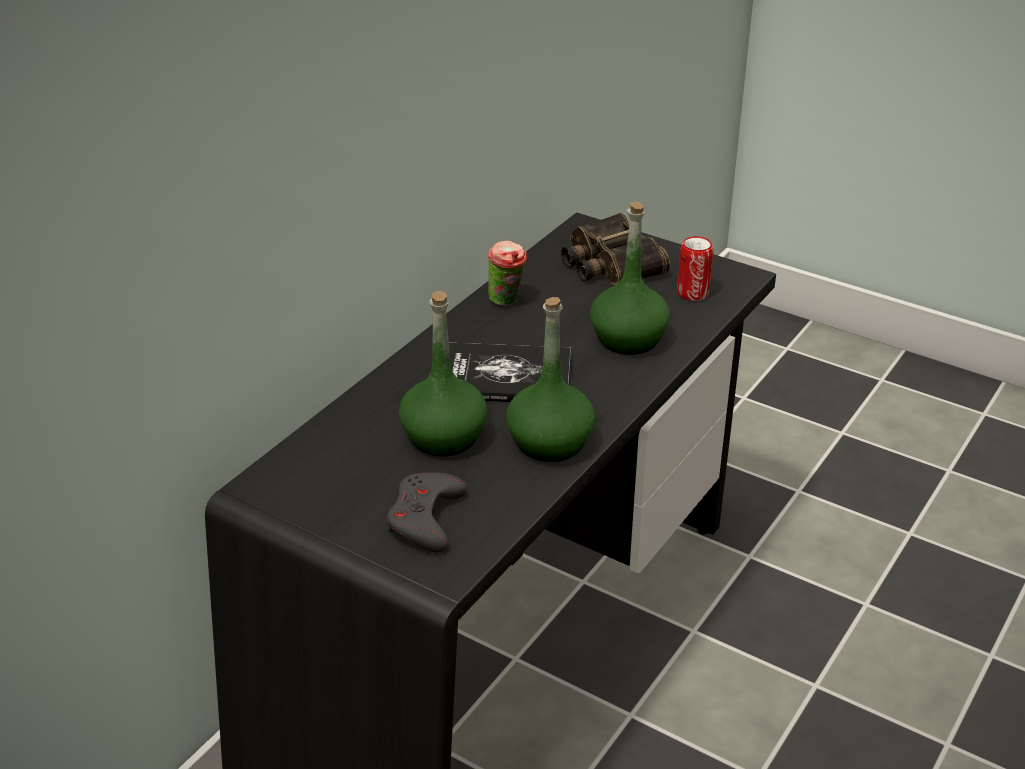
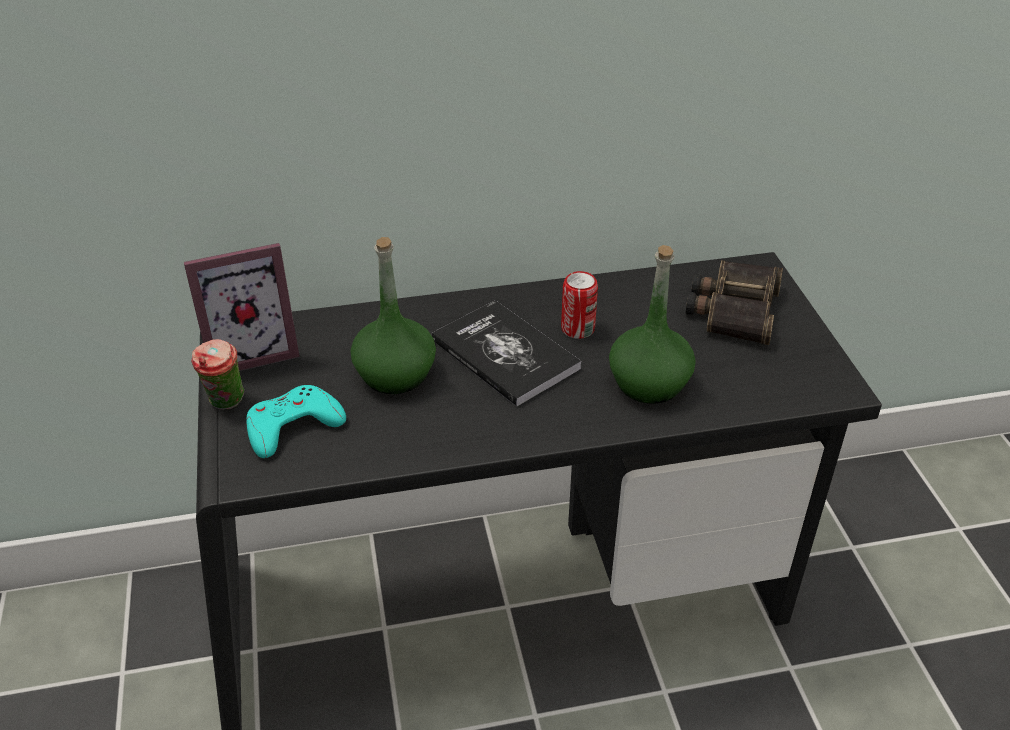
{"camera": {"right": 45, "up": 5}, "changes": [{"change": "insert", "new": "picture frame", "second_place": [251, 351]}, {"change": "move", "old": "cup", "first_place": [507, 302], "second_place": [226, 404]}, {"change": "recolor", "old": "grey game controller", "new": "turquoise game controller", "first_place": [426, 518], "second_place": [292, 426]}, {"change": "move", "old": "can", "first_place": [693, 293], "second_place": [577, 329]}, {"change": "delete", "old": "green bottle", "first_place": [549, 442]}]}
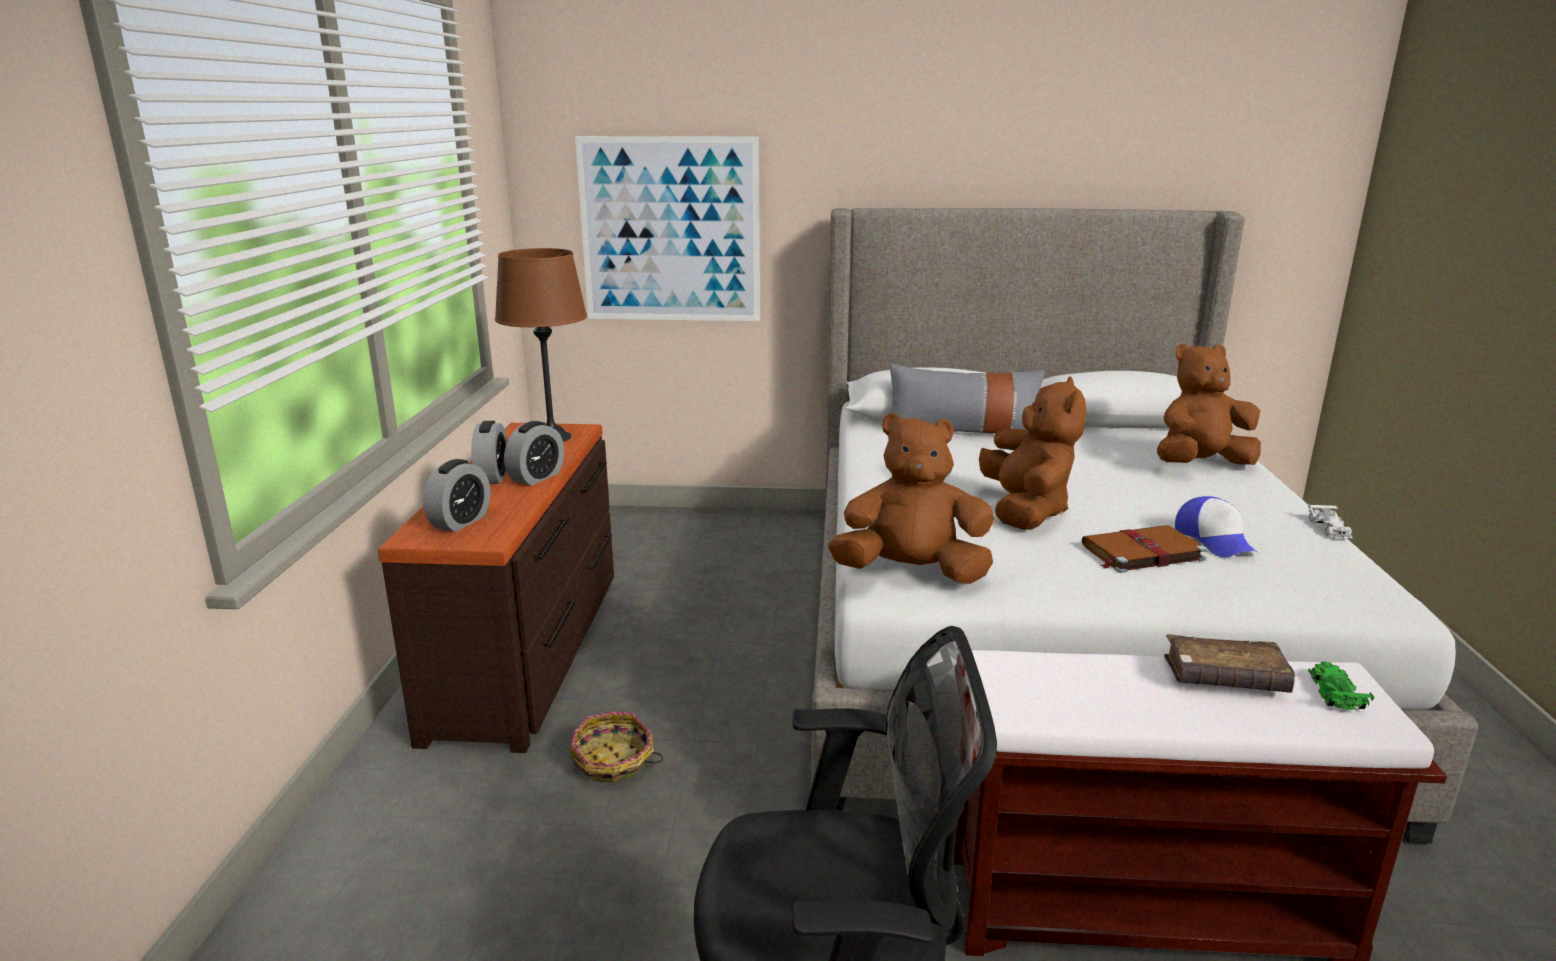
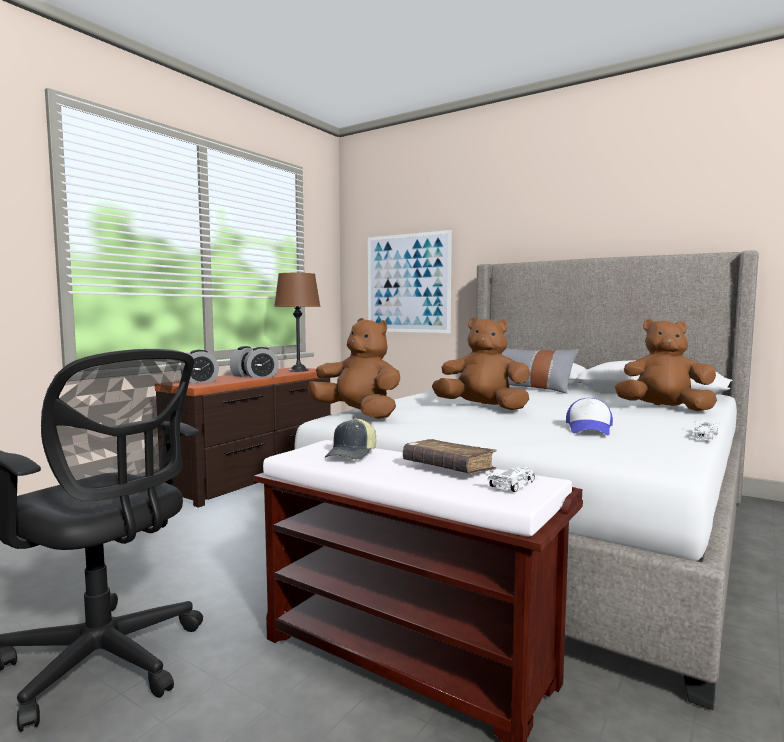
{"camera": {"right": 30, "up": -15}, "changes": [{"change": "insert", "new": "cap", "second_place": [352, 454]}, {"change": "rotate", "old": "brown plush toy", "first_place": [1025, 511], "second_place": [483, 408], "degrees": -105}, {"change": "recolor", "old": "green toy car", "new": "white toy car", "first_place": [1335, 692], "second_place": [513, 484]}, {"change": "delete", "old": "basket", "first_place": [614, 762]}, {"change": "delete", "old": "brown book", "first_place": [1140, 552]}]}
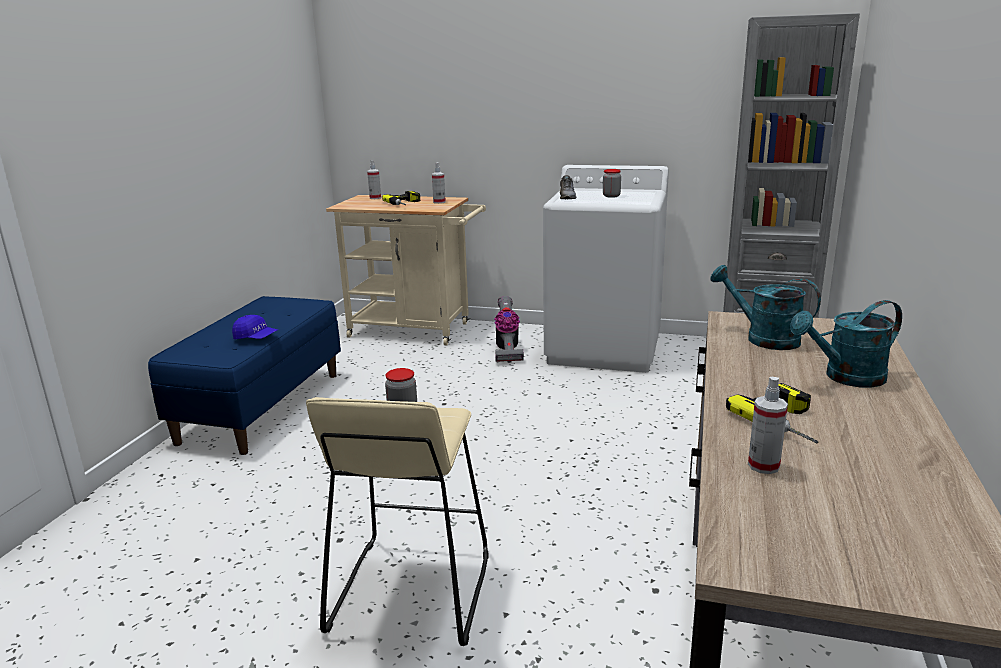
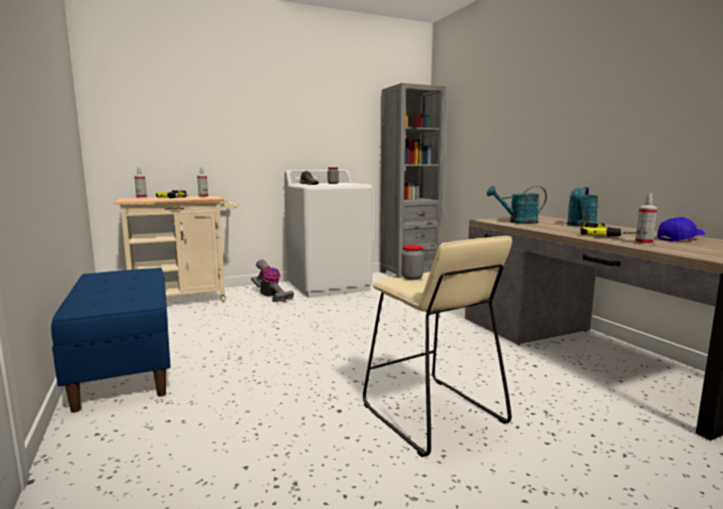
{"camera": {"right": -40, "up": -10}, "changes": [{"change": "move", "old": "blue cap", "first_place": [256, 338], "second_place": [680, 239]}]}
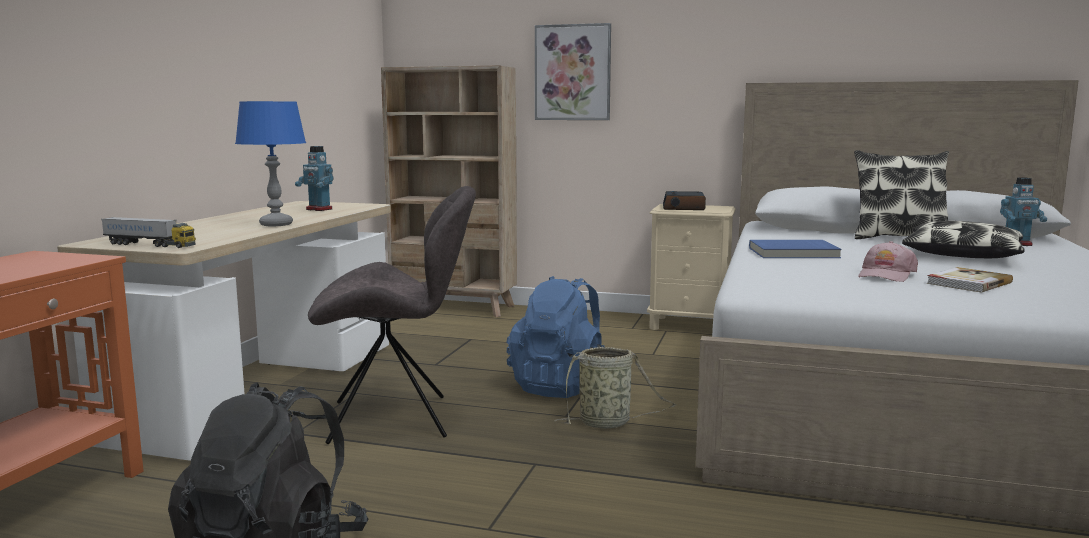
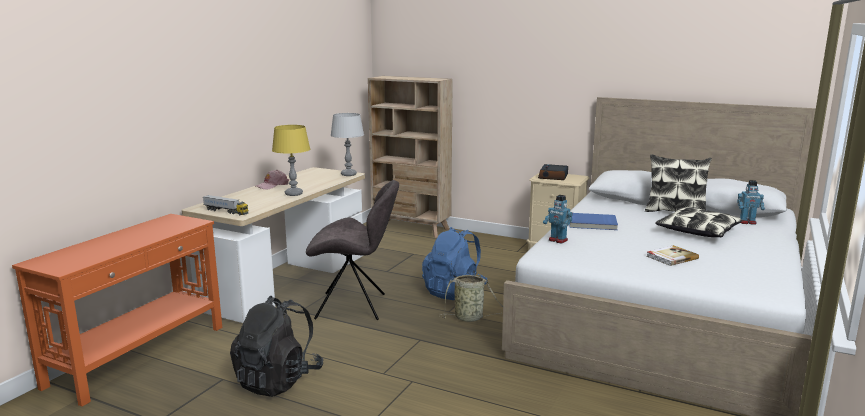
{"camera": {"right": 10, "up": 5}, "changes": [{"change": "move", "old": "pink cap", "first_place": [886, 275], "second_place": [272, 185]}, {"change": "recolor", "old": "blue table lamp", "new": "yellow table lamp", "first_place": [276, 224], "second_place": [294, 194]}, {"change": "insert", "new": "grey table lamp", "second_place": [349, 174]}, {"change": "move", "old": "toy robot", "first_place": [318, 209], "second_place": [557, 240]}, {"change": "delete", "old": "picture", "first_place": [573, 72]}]}
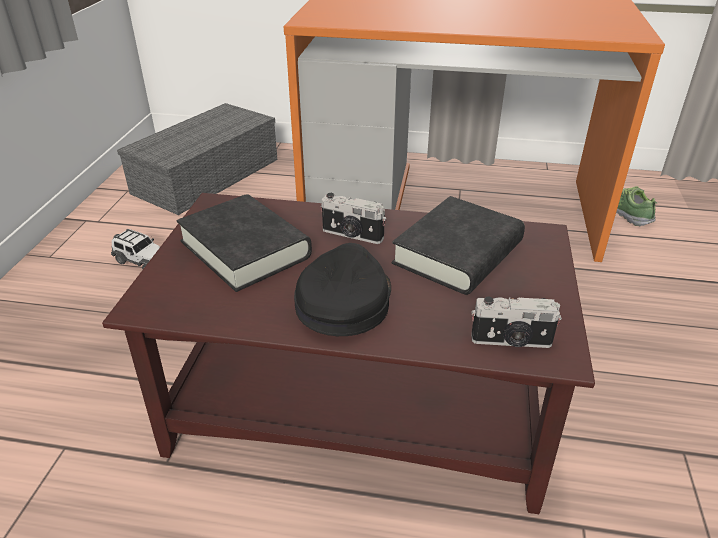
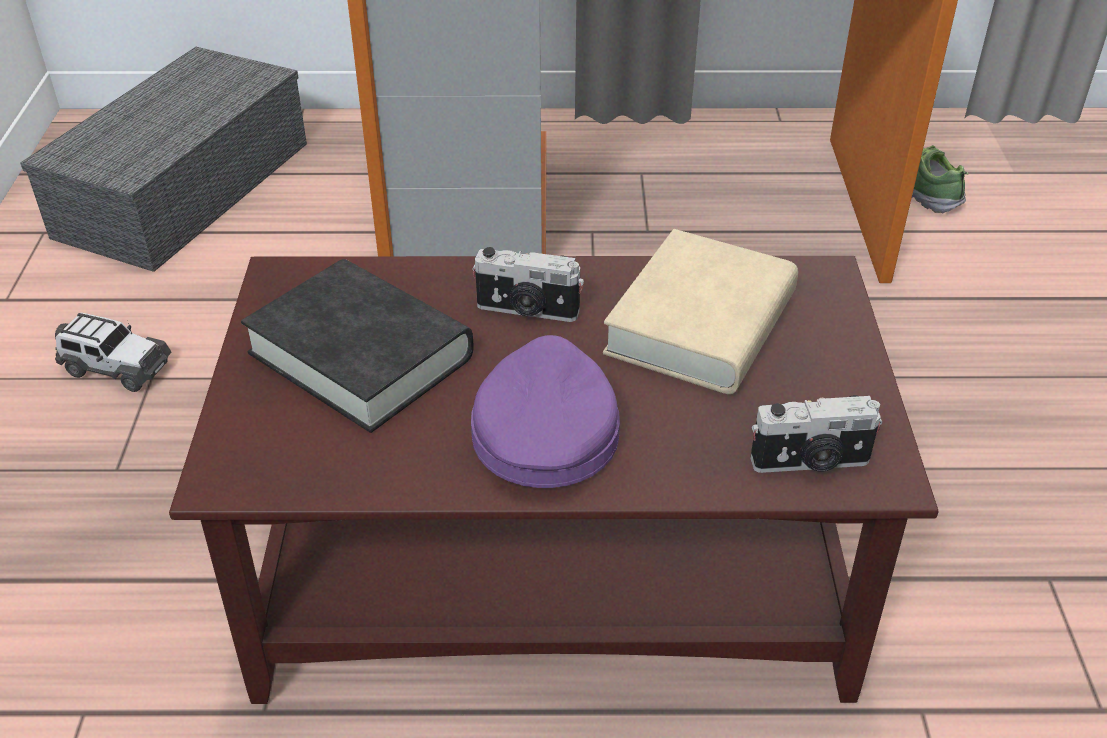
{"camera": {"right": -10, "up": 5}, "changes": [{"change": "recolor", "old": "black cap", "new": "purple cap", "first_place": [343, 300], "second_place": [545, 426]}, {"change": "recolor", "old": "black book", "new": "beige book", "first_place": [458, 253], "second_place": [701, 324]}]}
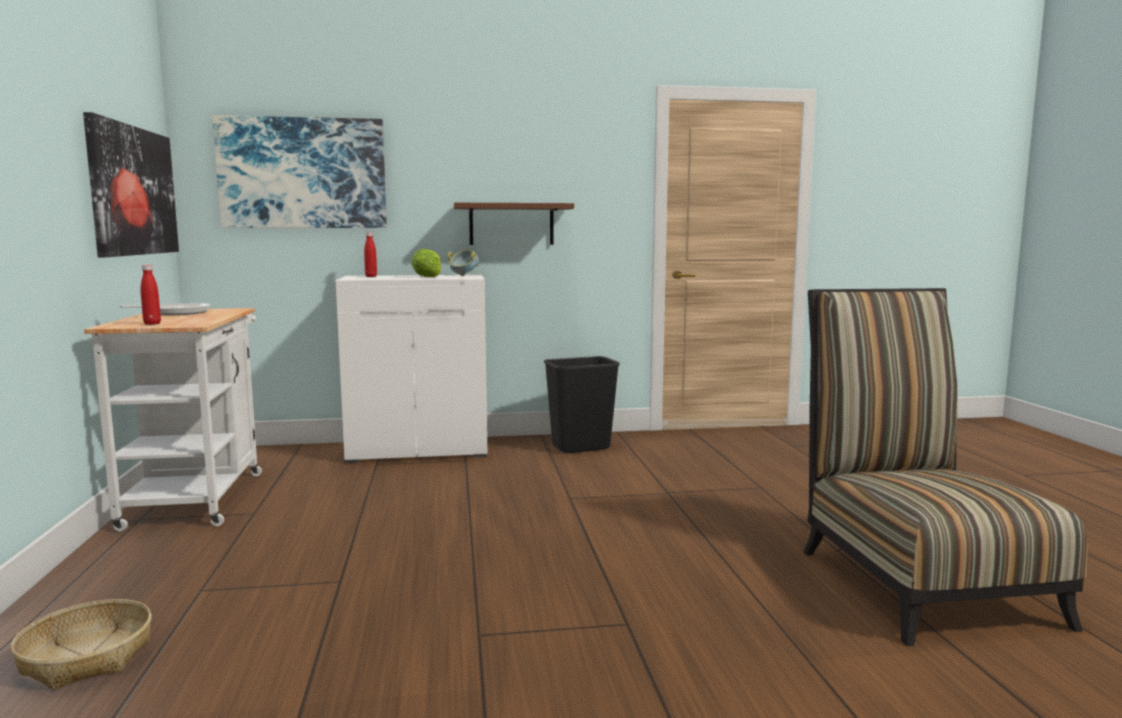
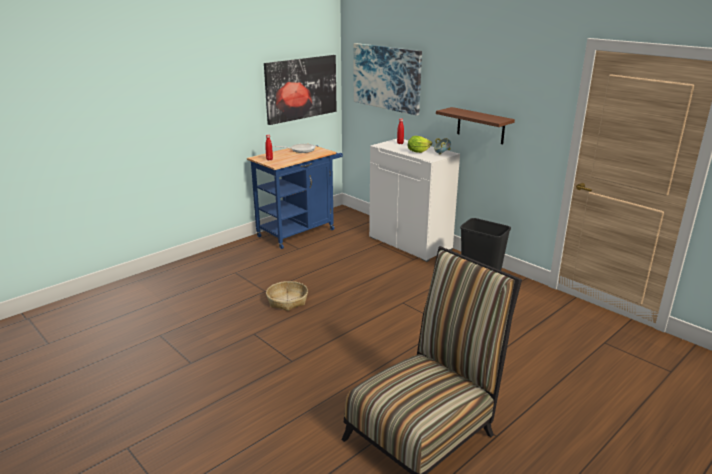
{"camera": {"right": 55, "up": 15}, "changes": [{"change": "recolor", "old": "white cart", "new": "blue cart", "first_place": [197, 496], "second_place": [299, 231]}, {"change": "move", "old": "basket", "first_place": [87, 657], "second_place": [287, 301]}]}
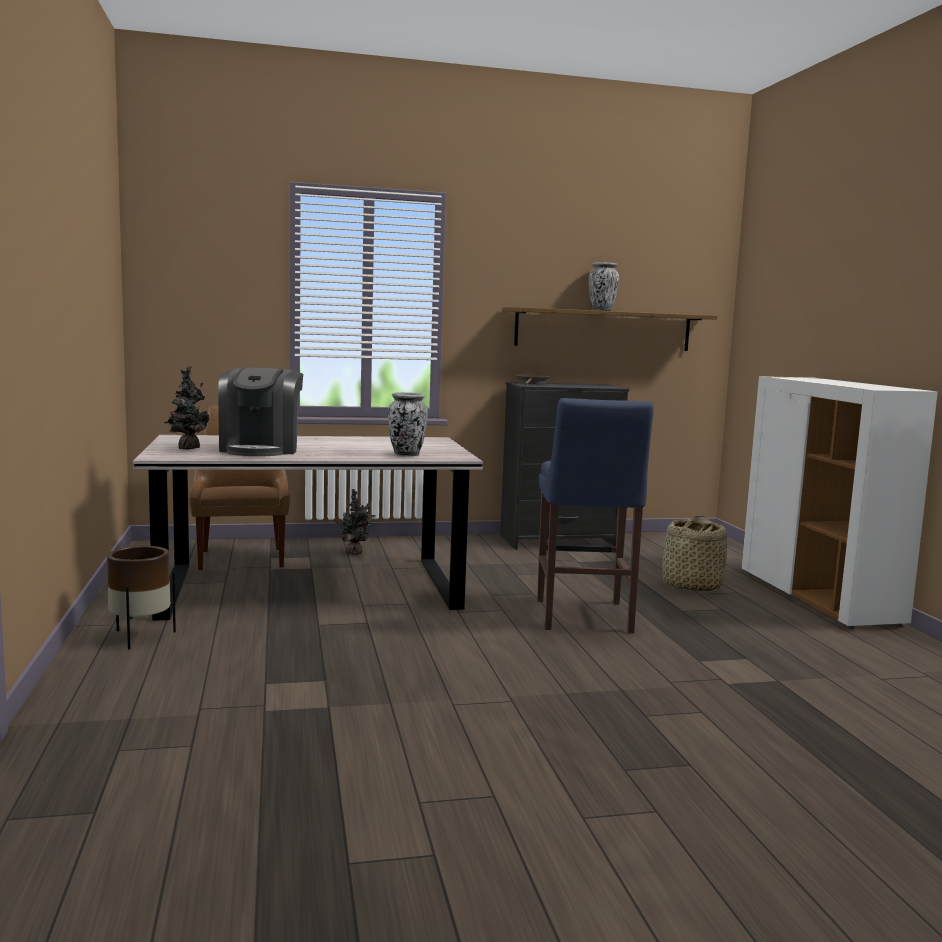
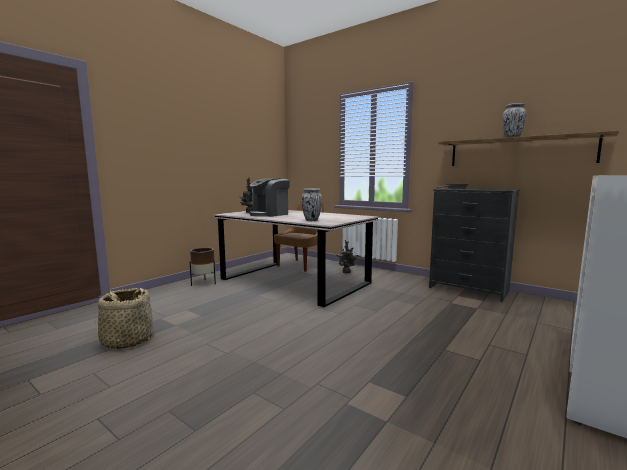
{"camera": {"right": 50, "up": 0}, "changes": [{"change": "move", "old": "basket", "first_place": [690, 586], "second_place": [127, 341]}, {"change": "delete", "old": "blue stool", "first_place": [583, 618]}]}
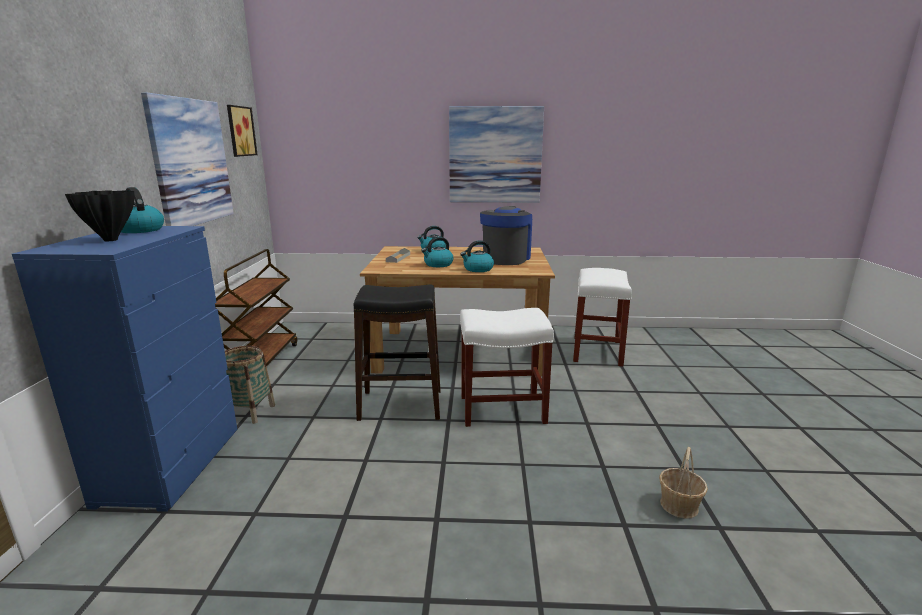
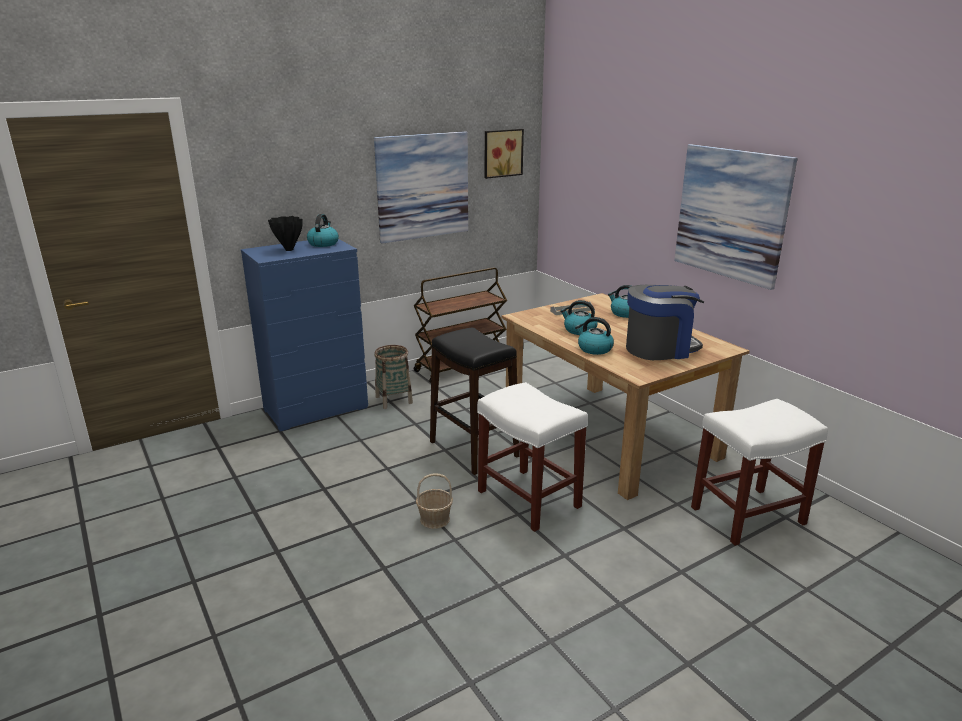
{"camera": {"right": 55, "up": 5}, "changes": [{"change": "move", "old": "basket", "first_place": [678, 505], "second_place": [434, 519]}]}
